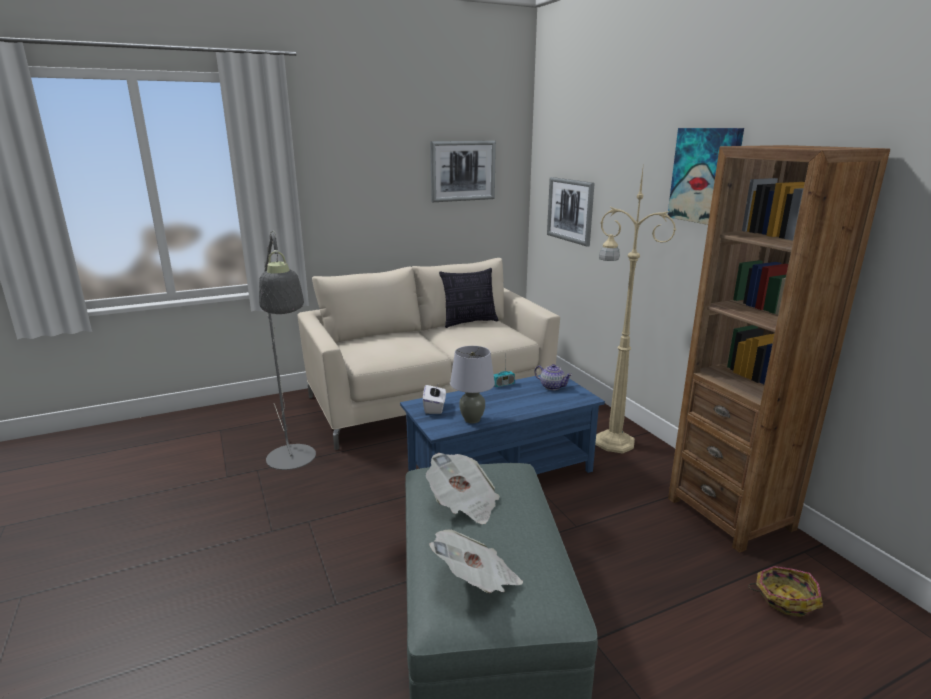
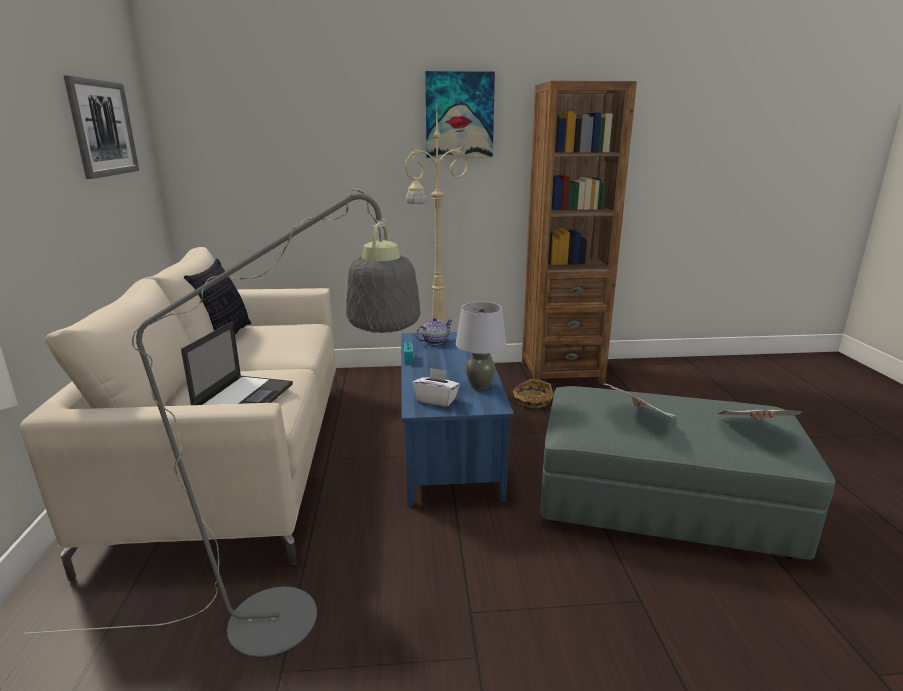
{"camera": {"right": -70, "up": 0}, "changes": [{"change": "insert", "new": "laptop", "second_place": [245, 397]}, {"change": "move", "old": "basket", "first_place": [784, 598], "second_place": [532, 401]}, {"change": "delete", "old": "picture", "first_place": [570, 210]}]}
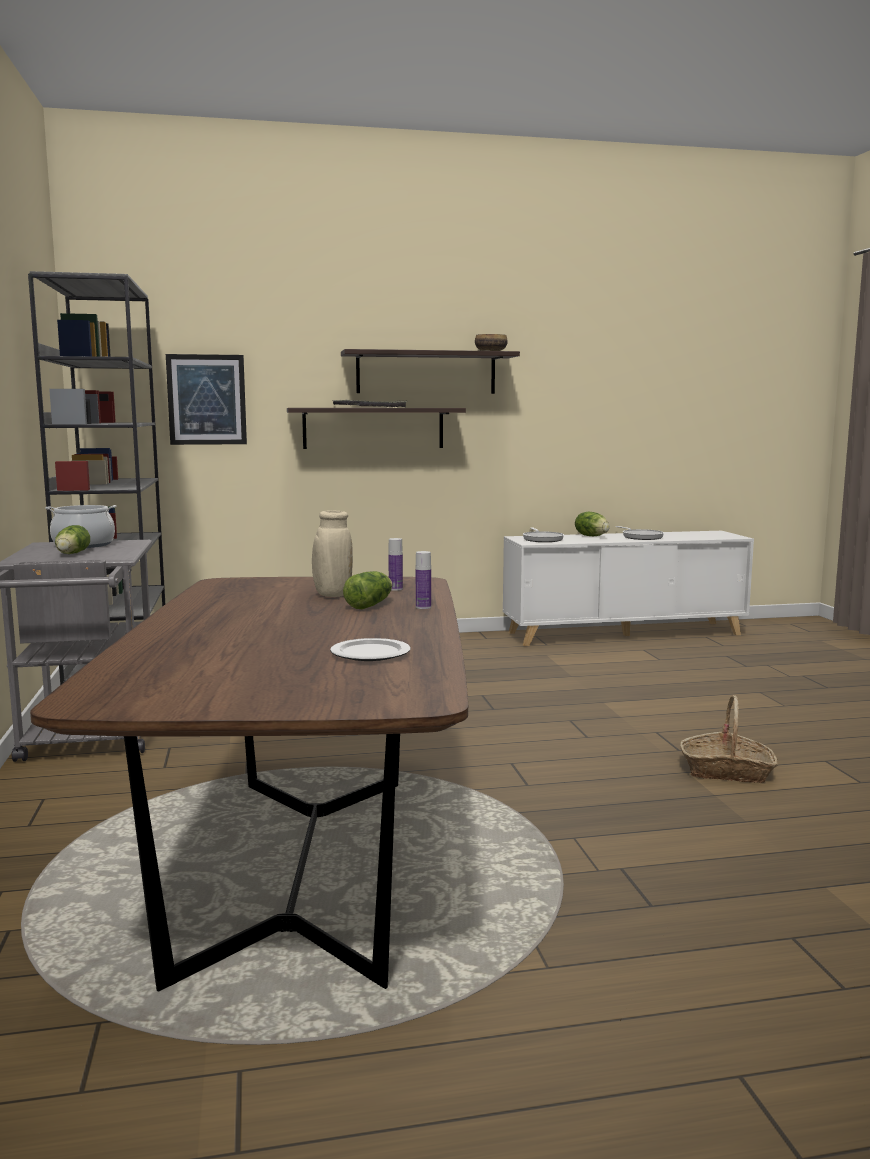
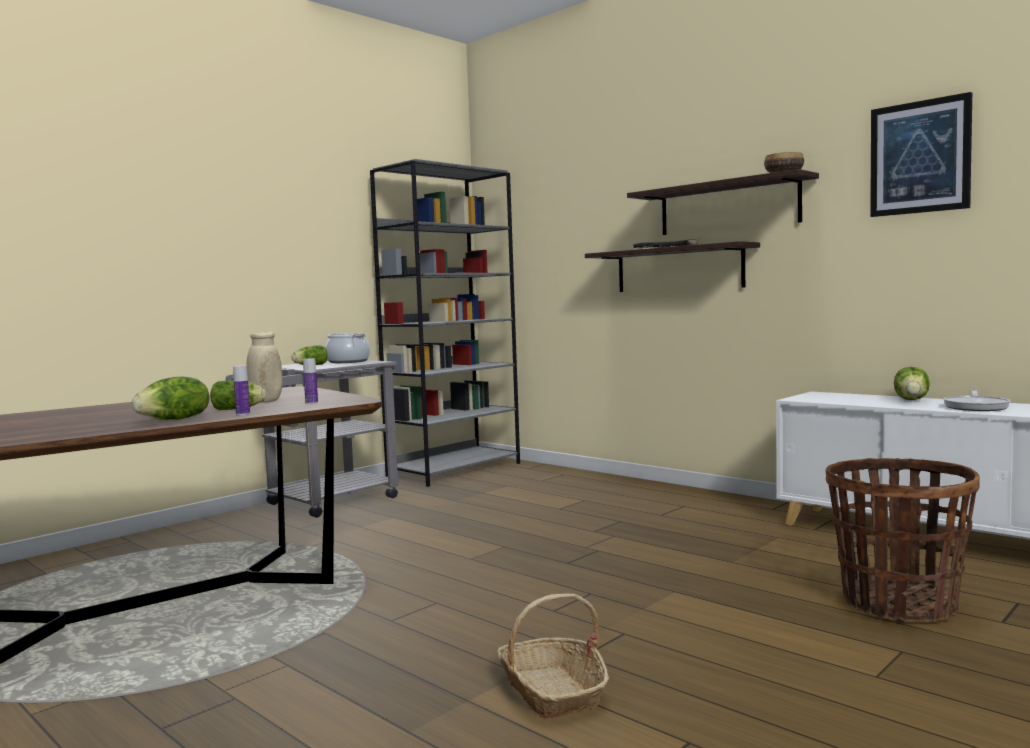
{"camera": {"right": 55, "up": -5}, "changes": [{"change": "insert", "new": "lettuce", "second_place": [175, 419]}, {"change": "insert", "new": "basket", "second_place": [897, 604]}, {"change": "move", "old": "picture", "first_place": [207, 399], "second_place": [920, 157]}, {"change": "delete", "old": "plate", "first_place": [370, 653]}, {"change": "delete", "old": "frying pan", "first_place": [542, 539]}]}
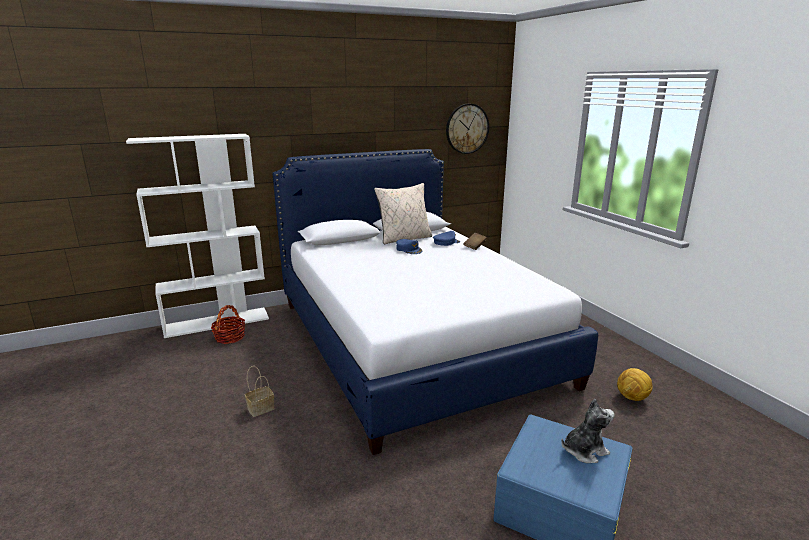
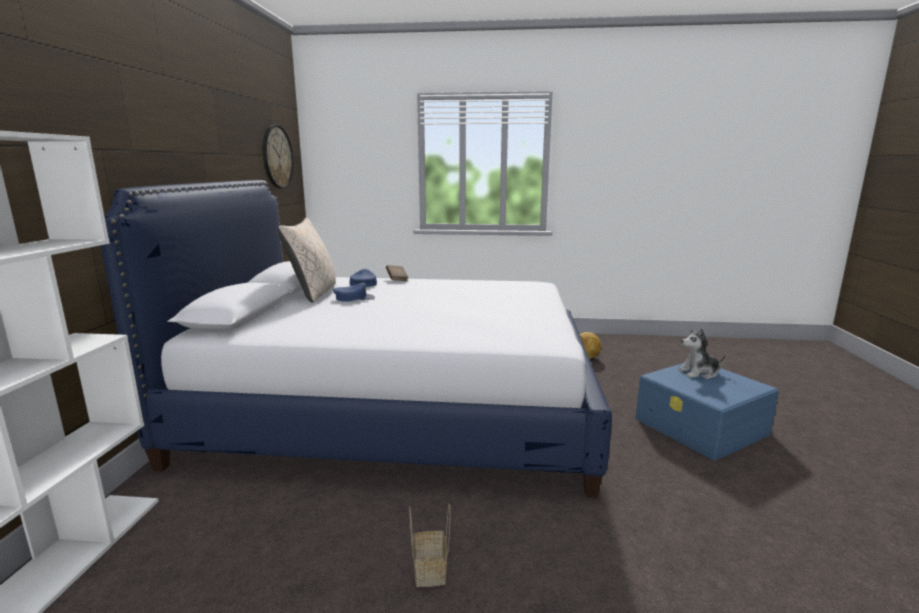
{"camera": {"right": -60, "up": -5}, "changes": [{"change": "rotate", "old": "plush toy", "first_place": [584, 450], "second_place": [699, 373], "degrees": -105}, {"change": "delete", "old": "basket", "first_place": [230, 337]}]}
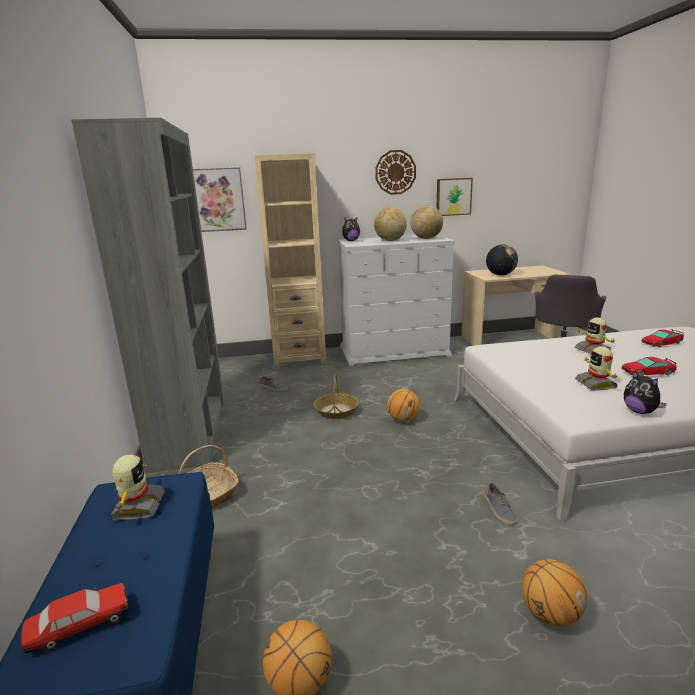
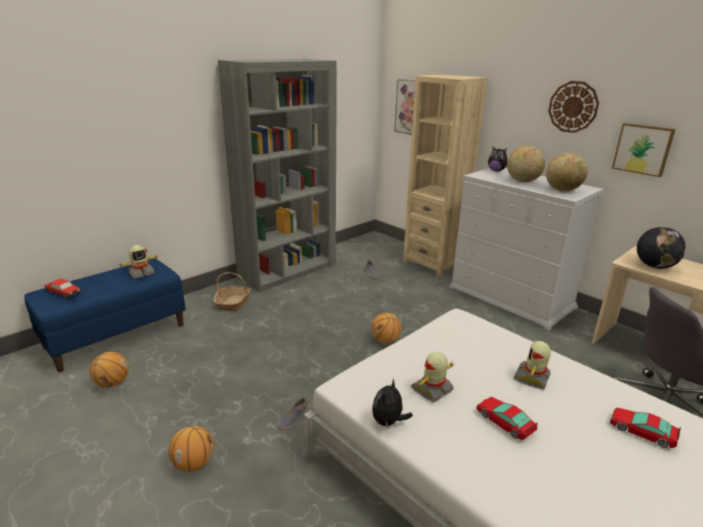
{"camera": {"right": 55, "up": 5}, "changes": [{"change": "delete", "old": "basket", "first_place": [336, 411]}]}
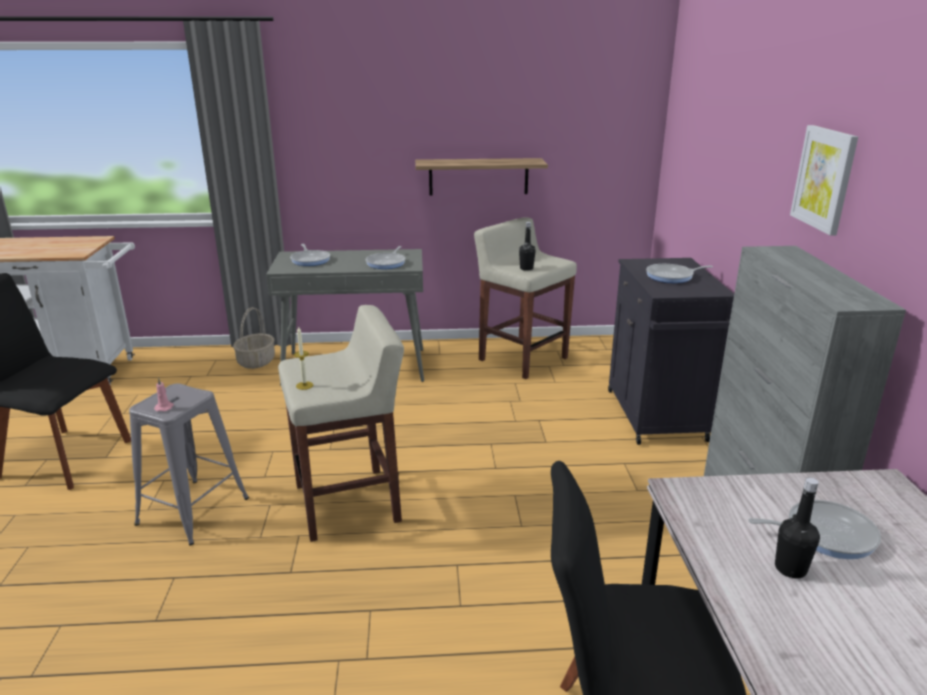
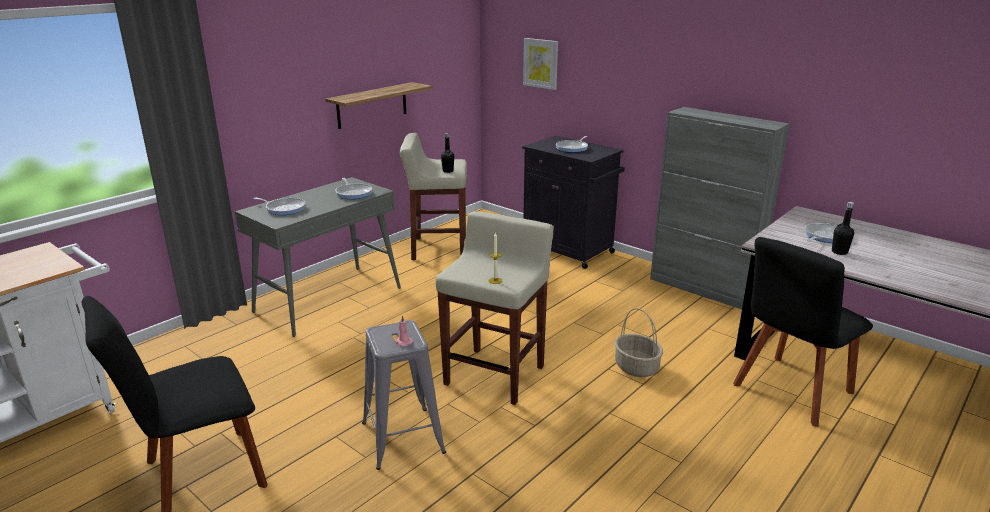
{"camera": {"right": -45, "up": 0}, "changes": [{"change": "move", "old": "picture", "first_place": [824, 178], "second_place": [541, 63]}, {"change": "move", "old": "basket", "first_place": [256, 361], "second_place": [635, 367]}]}
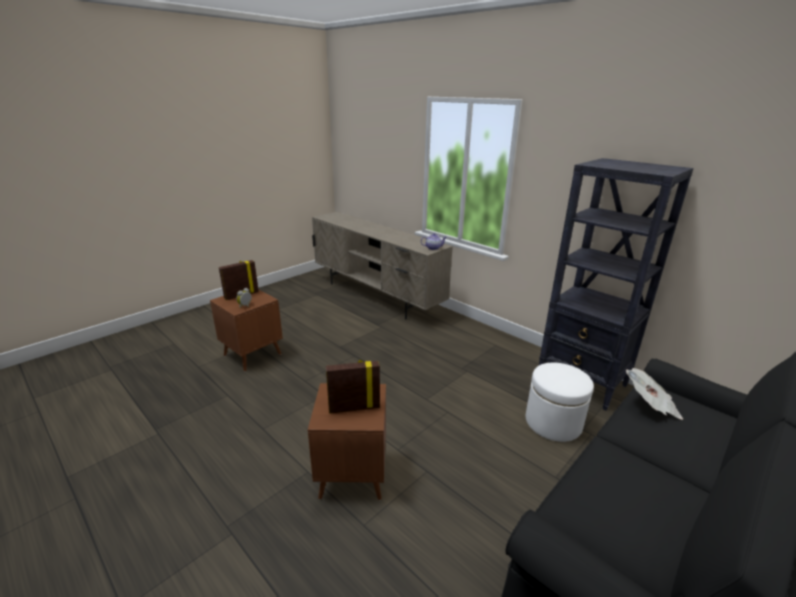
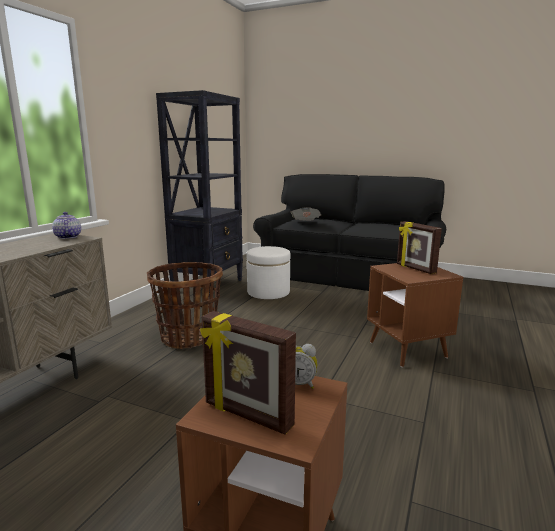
{"camera": {"right": -110, "up": -10}, "changes": [{"change": "insert", "new": "basket", "second_place": [188, 337]}]}
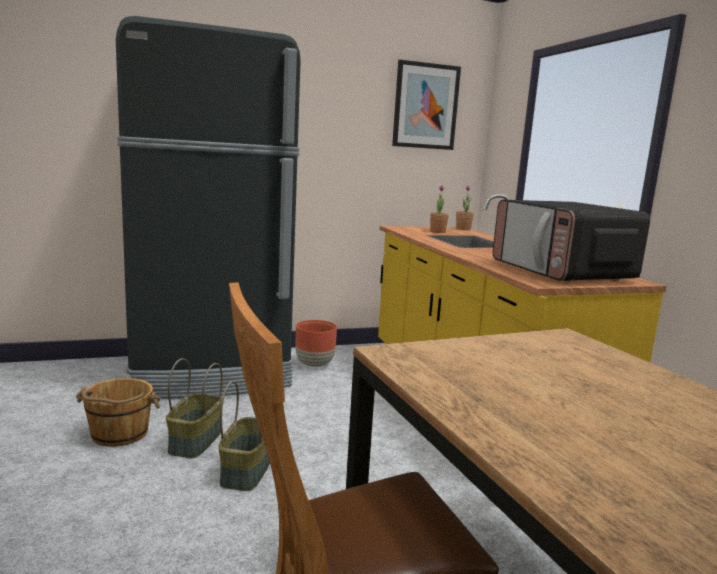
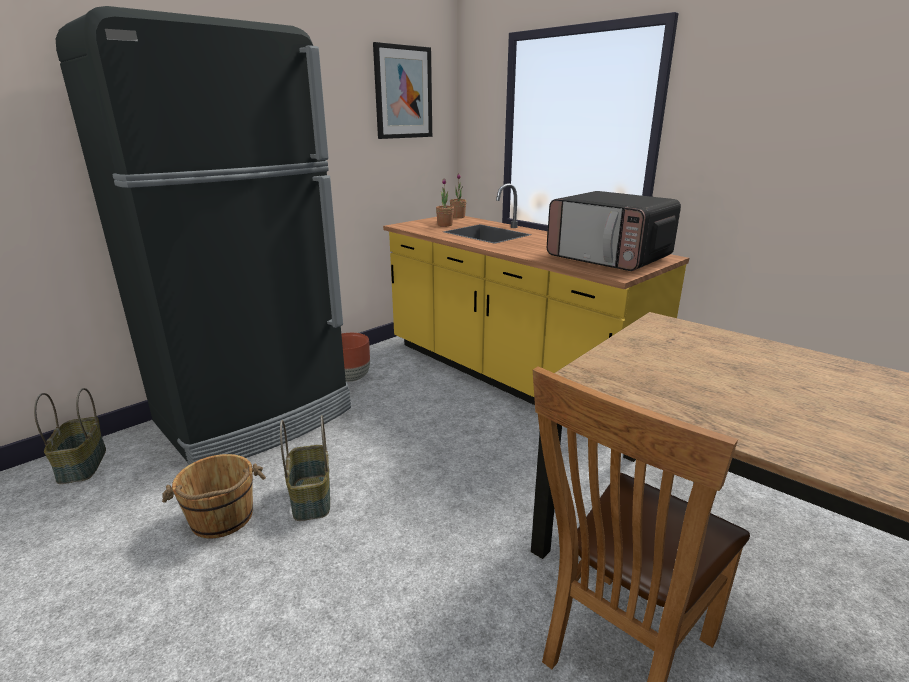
{"camera": {"right": -25, "up": 10}, "changes": [{"change": "move", "old": "basket", "first_place": [247, 471], "second_place": [83, 465]}]}
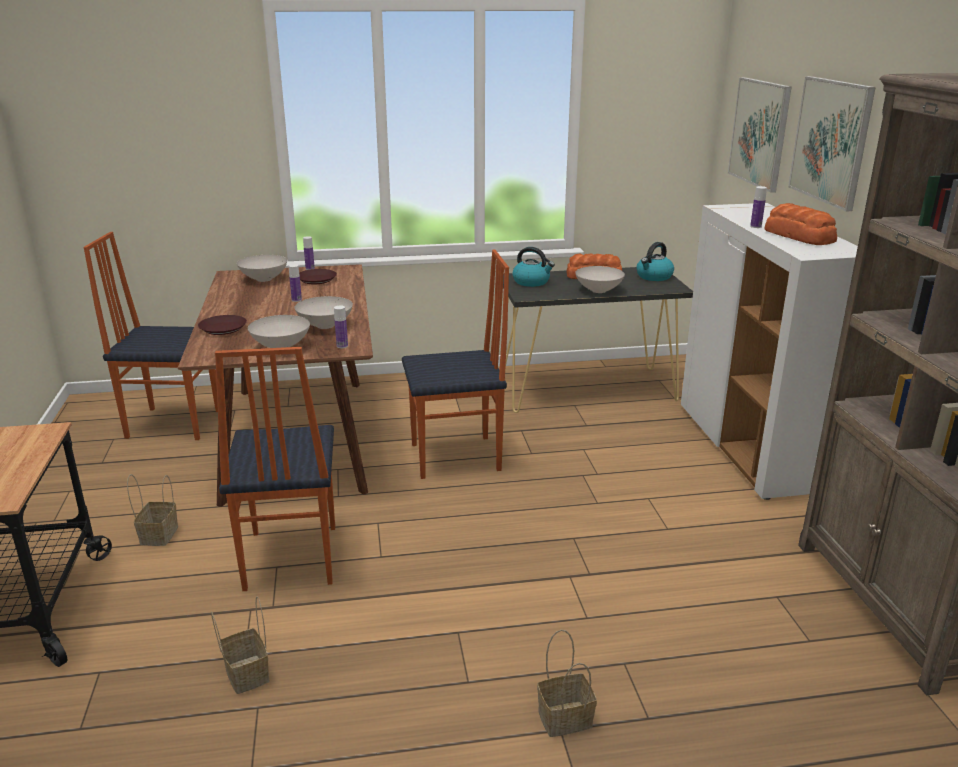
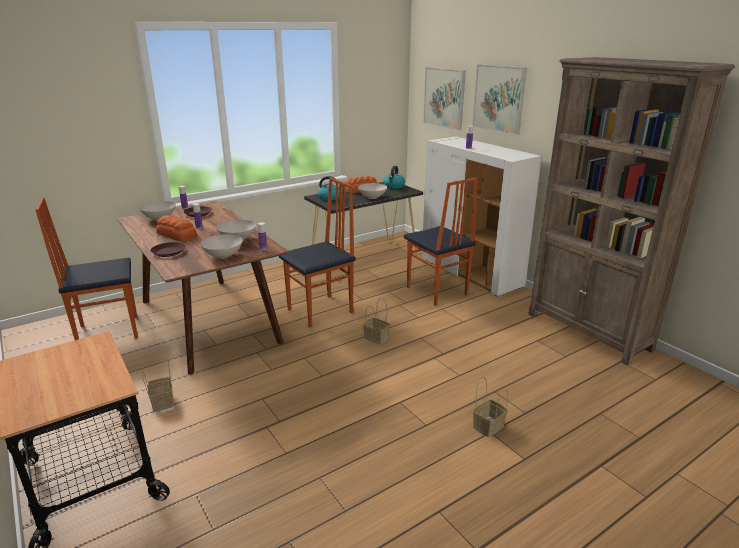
{"camera": {"right": -25, "up": 0}, "changes": [{"change": "move", "old": "bread", "first_place": [799, 236], "second_place": [177, 235]}, {"change": "move", "old": "basket", "first_place": [245, 673], "second_place": [375, 337]}, {"change": "move", "old": "chair", "first_place": [289, 558], "second_place": [436, 292]}]}
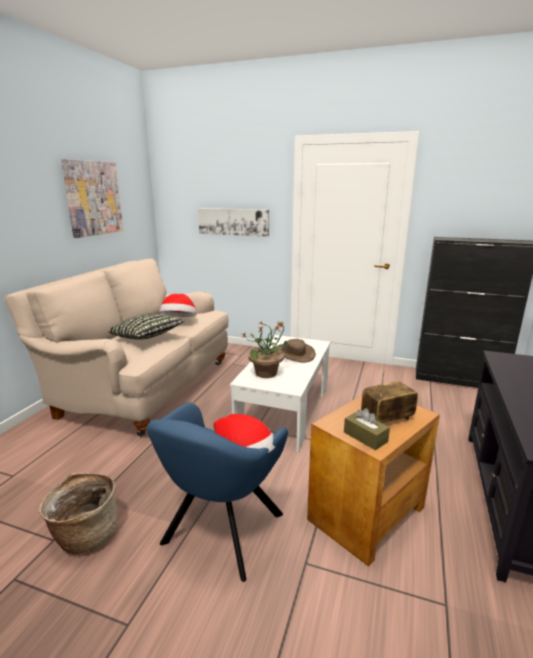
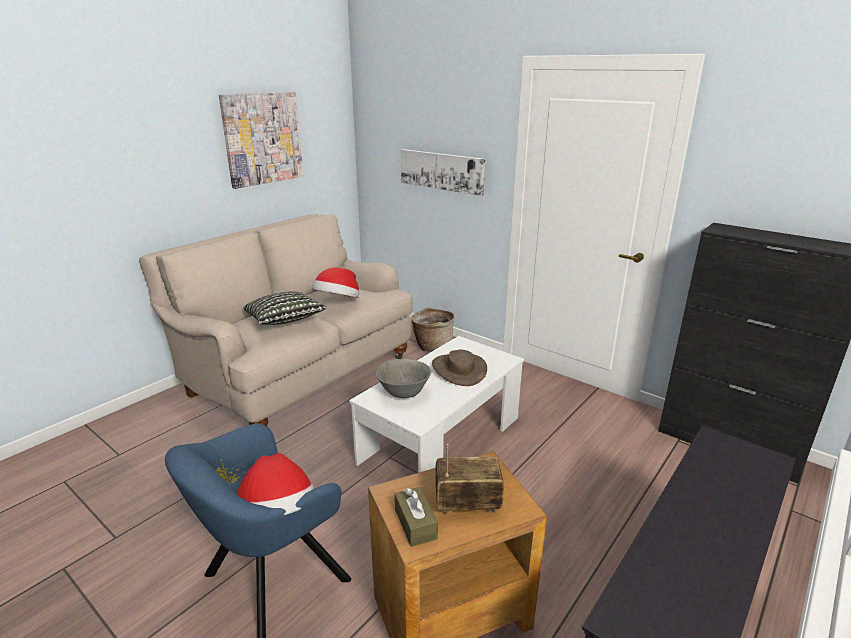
{"camera": {"right": 20, "up": 5}, "changes": [{"change": "replace", "old": "potted plant", "new": "grey bowl", "first_place": [267, 373], "second_place": [403, 393]}, {"change": "move", "old": "basket", "first_place": [85, 535], "second_place": [432, 345]}]}
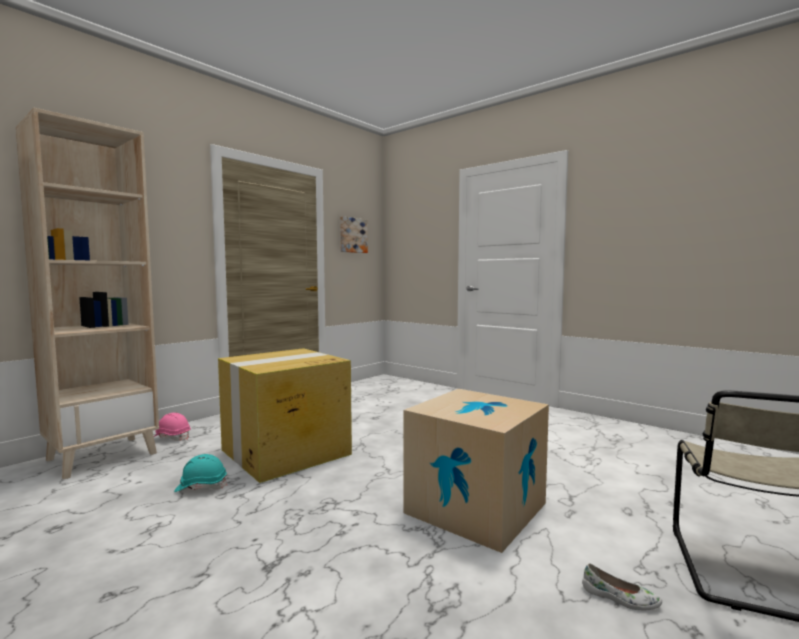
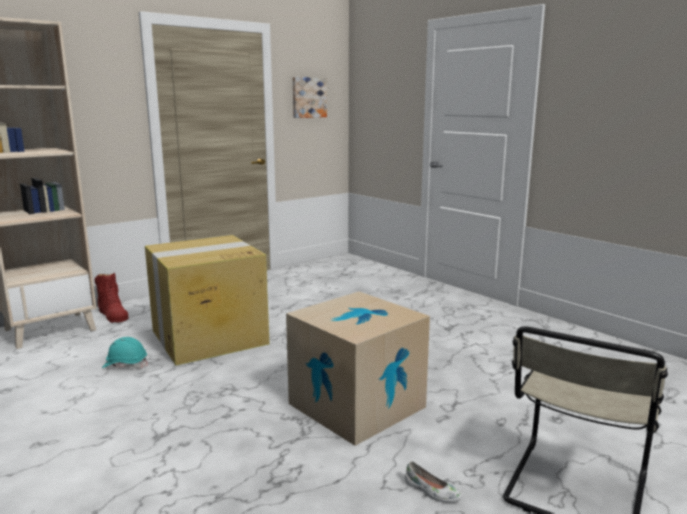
{"camera": {"right": 10, "up": 10}, "changes": [{"change": "replace", "old": "pink hard hat", "new": "red boot", "first_place": [172, 437], "second_place": [113, 315]}]}
